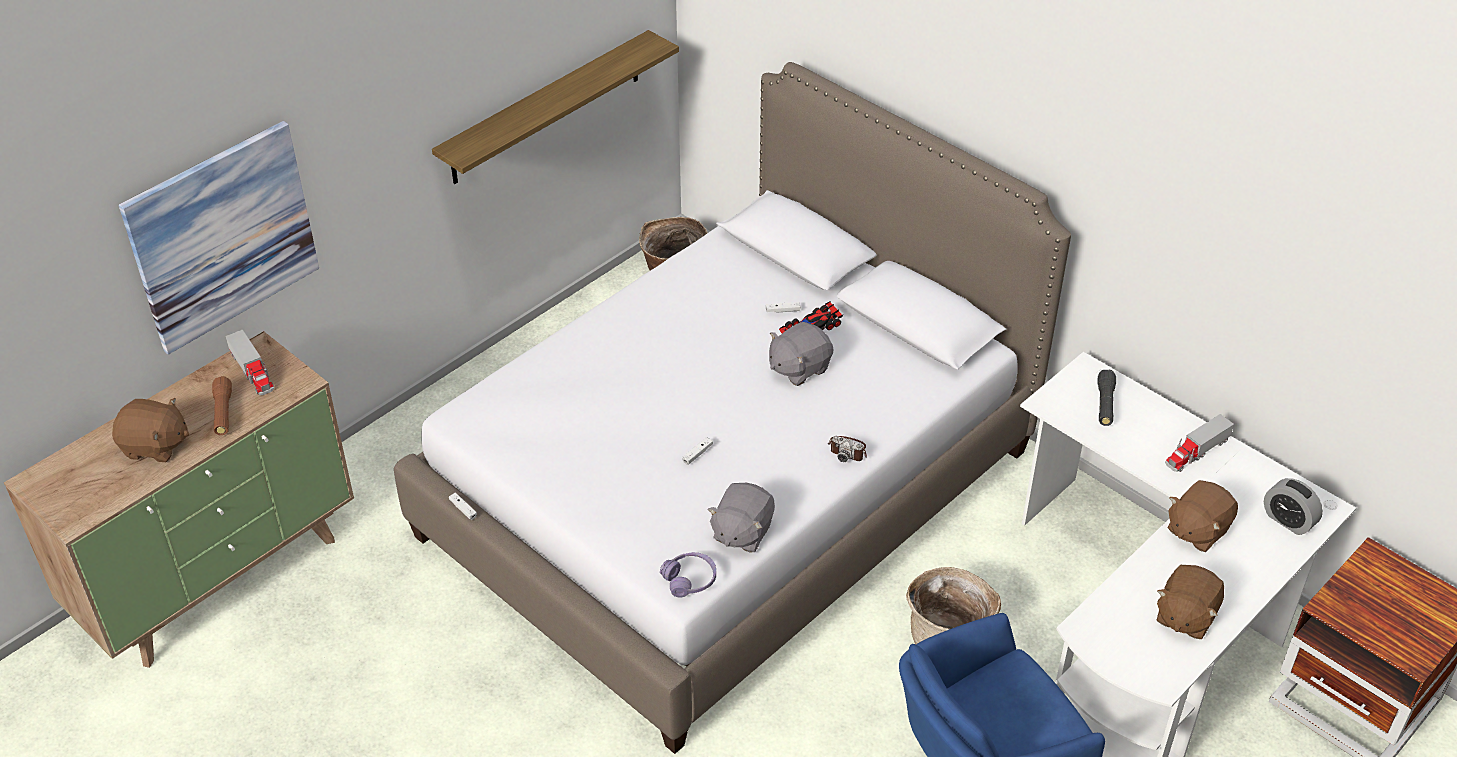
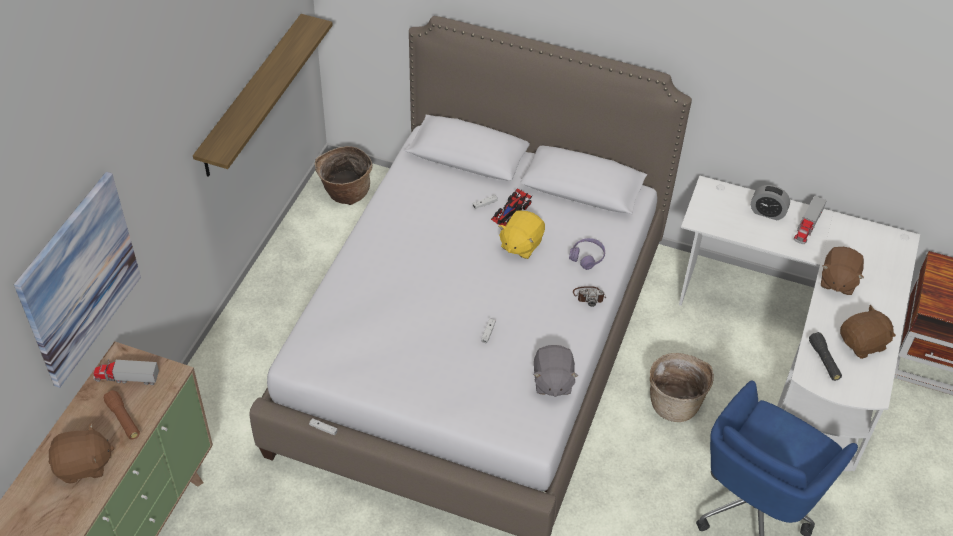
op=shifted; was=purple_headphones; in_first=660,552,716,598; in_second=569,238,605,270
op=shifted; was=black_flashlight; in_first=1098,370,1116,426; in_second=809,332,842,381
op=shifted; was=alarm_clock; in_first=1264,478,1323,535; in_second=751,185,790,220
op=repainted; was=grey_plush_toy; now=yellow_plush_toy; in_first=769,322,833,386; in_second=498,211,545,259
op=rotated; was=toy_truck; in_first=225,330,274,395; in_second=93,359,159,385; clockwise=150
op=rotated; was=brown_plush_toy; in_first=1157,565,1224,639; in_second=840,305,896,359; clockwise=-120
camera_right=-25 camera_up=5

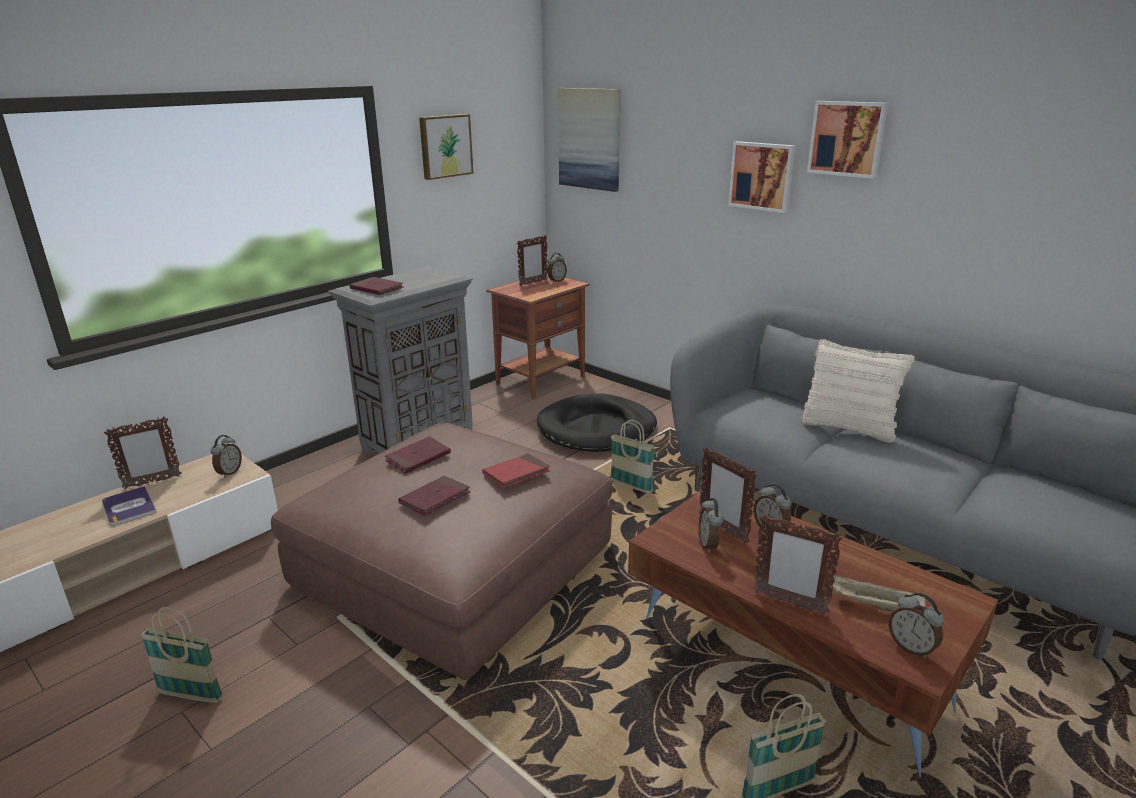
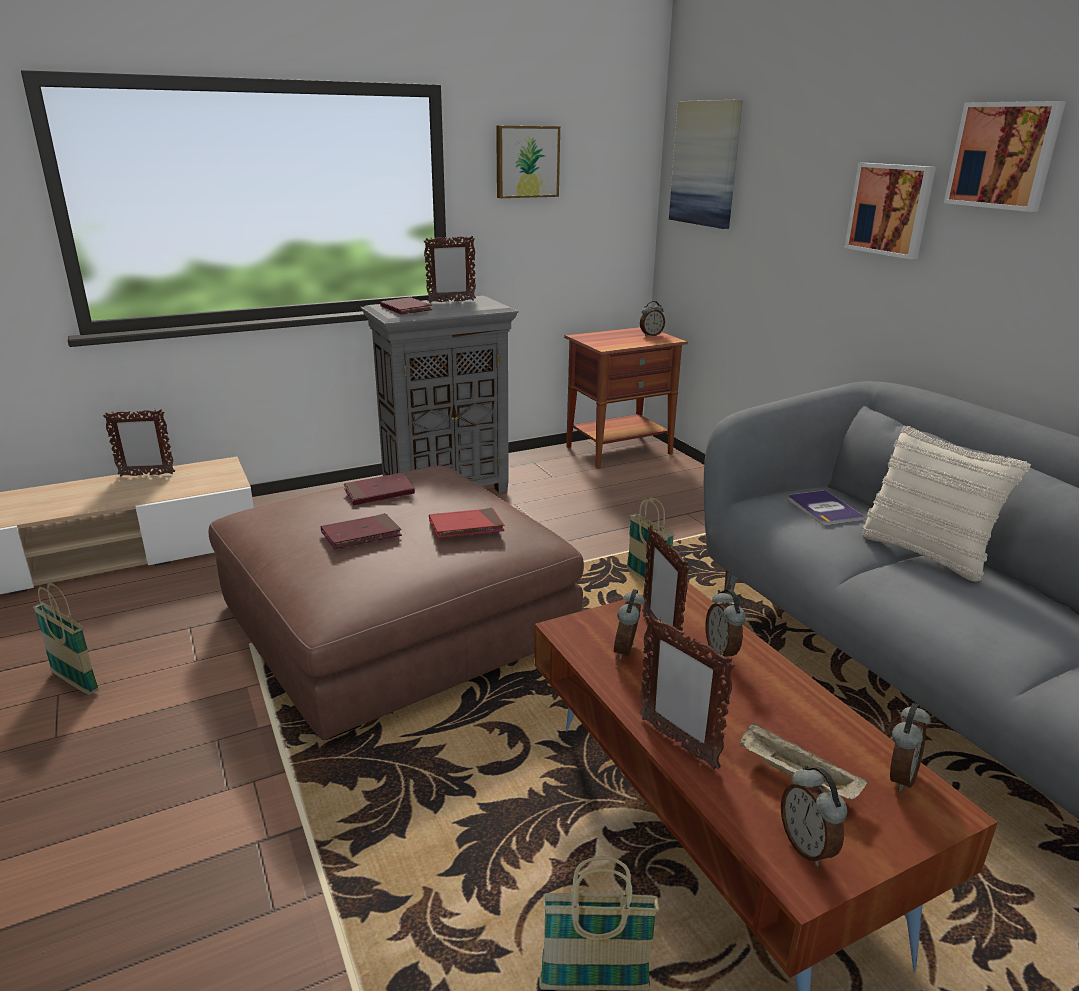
op=gone; was=black_dog_bed; in_first=537,394,657,452
op=shifted; was=book; in_first=102,486,157,526; in_second=788,490,865,525
op=shifted; was=alarm_clock; in_first=211,435,242,478; in_second=890,703,930,791
op=shifted; was=picture_frame; in_first=517,235,548,286; in_second=423,235,476,303
camera_right=20 camera_up=0

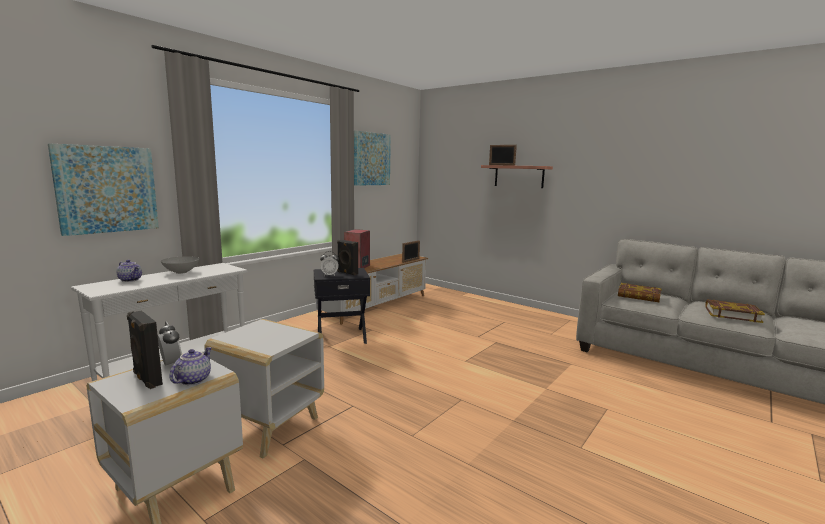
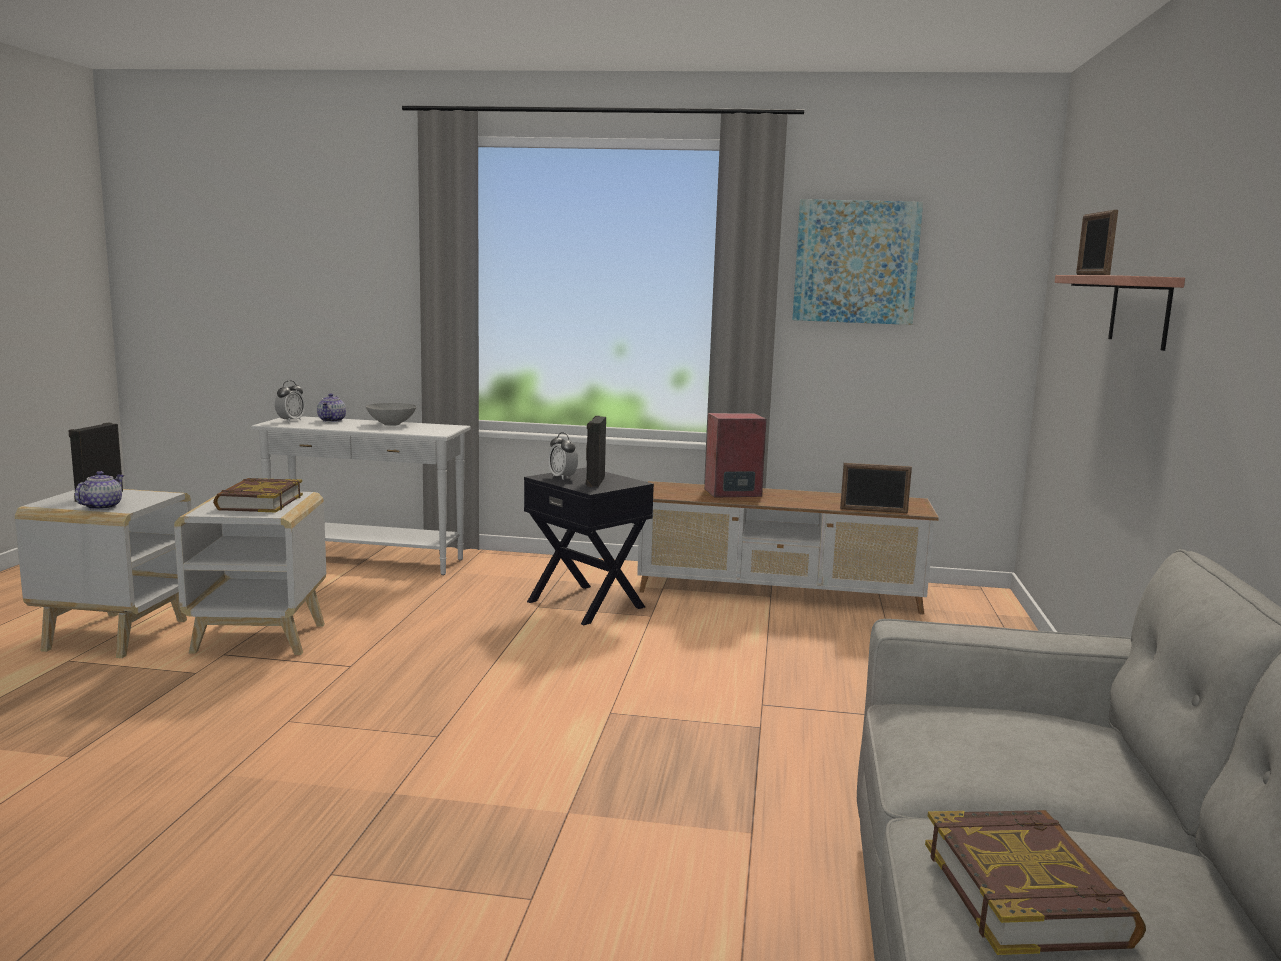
op=gone; was=picture; in_first=48,143,159,236
op=shifted; was=alarm_clock; in_first=158,322,182,366; in_second=275,380,305,422
op=shifted; was=book; in_first=618,283,662,302; in_second=213,478,303,512
op=rotated; was=teapot; in_first=169,347,212,385; in_second=75,471,124,510; clockwise=-60
camera_right=60 camera_up=0

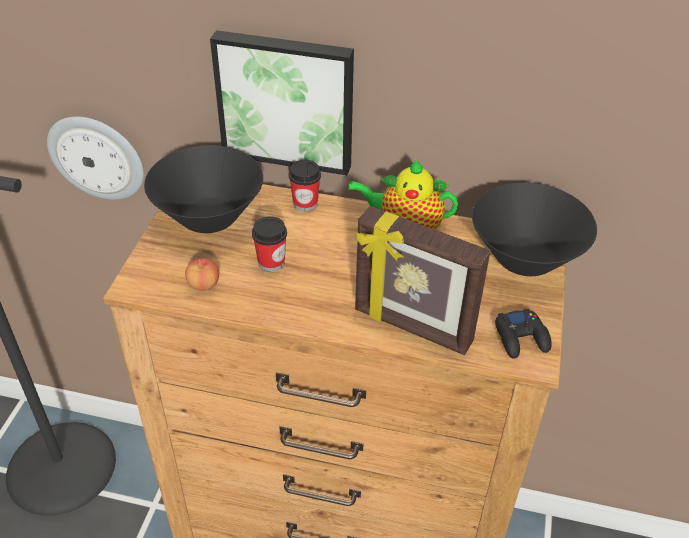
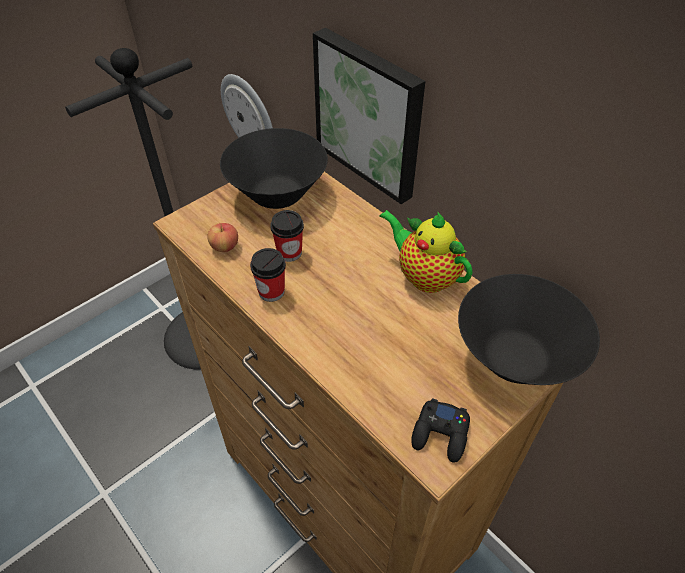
op=gone; was=picture_frame; in_first=355,206,490,355
op=shifted; was=cup; in_first=289,160,321,212; in_second=250,248,286,302
camera_right=35 camera_up=5

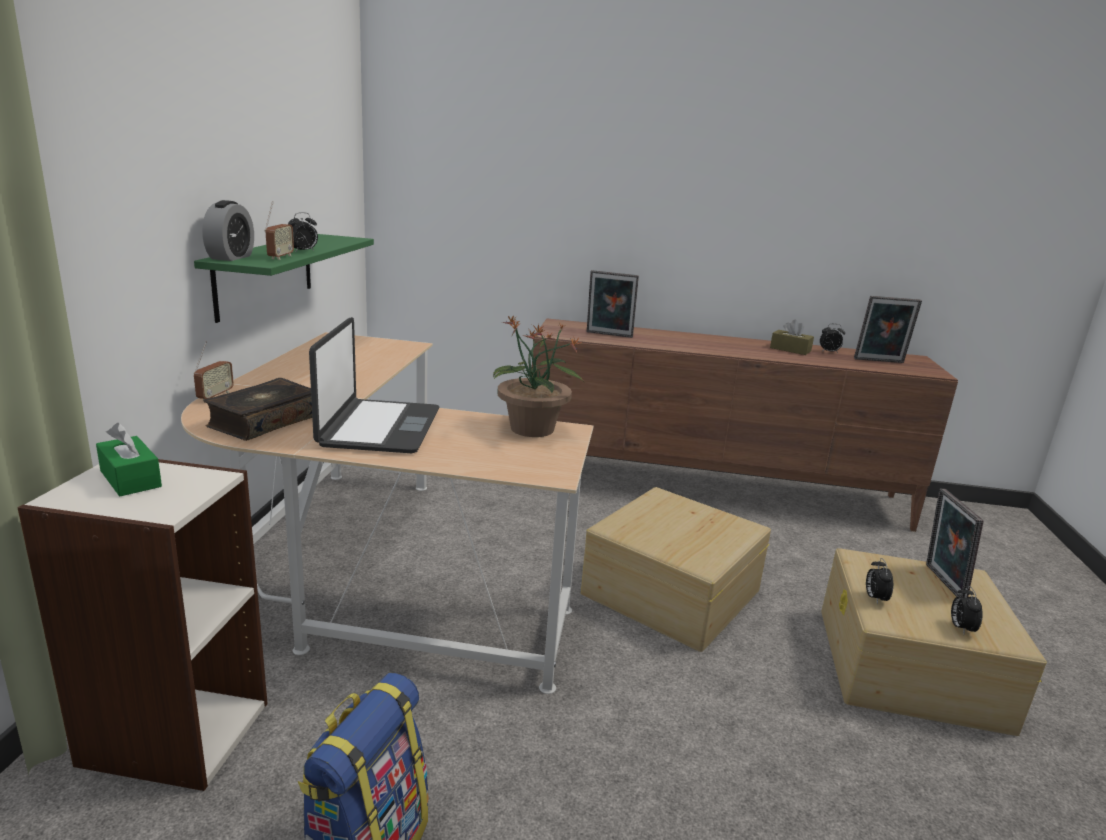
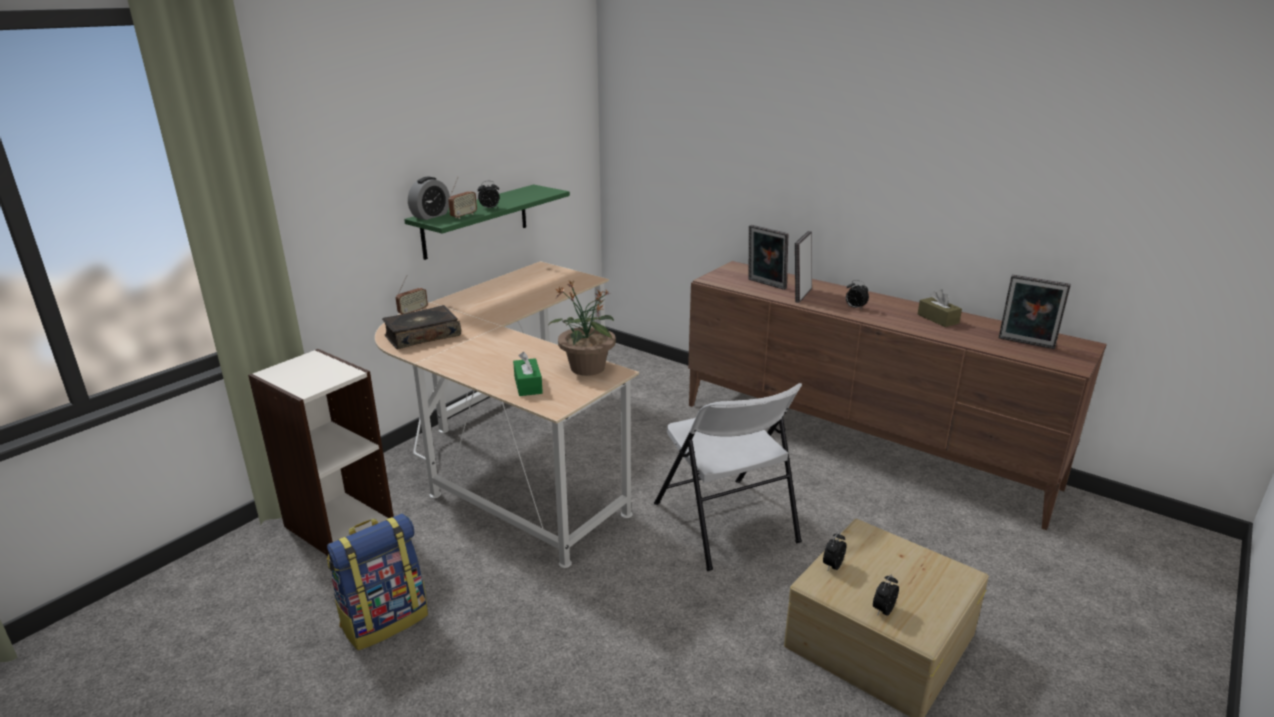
op=gone; was=laptop; in_first=309,317,439,453
op=shifted; was=green_tissue_box; in_first=96,423,162,496; in_second=513,352,543,396
op=shifted; was=alarm_clock; in_first=820,324,845,353; in_second=846,280,869,310
op=shifted; was=picture_frame; in_first=926,489,984,598; in_second=795,231,812,303
op=swapped; was=beige_storage_box; now=white_chair; in_first=581,487,771,652; in_second=654,383,802,571
camera_right=30 camera_up=5

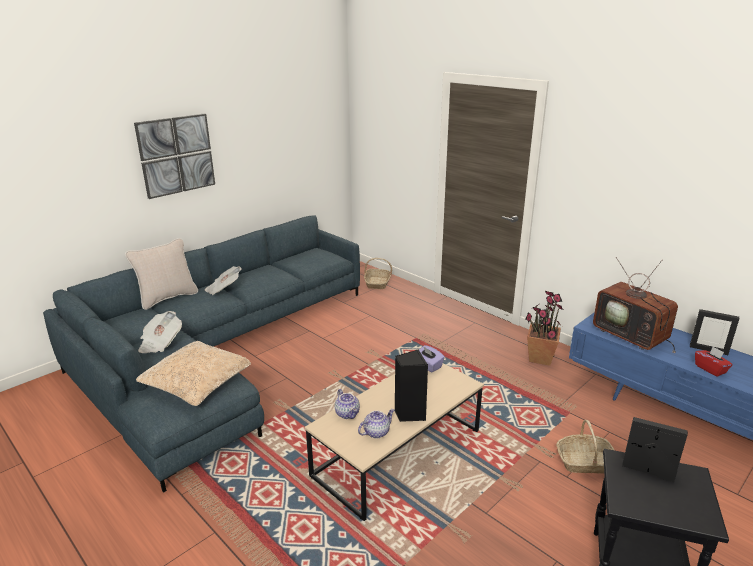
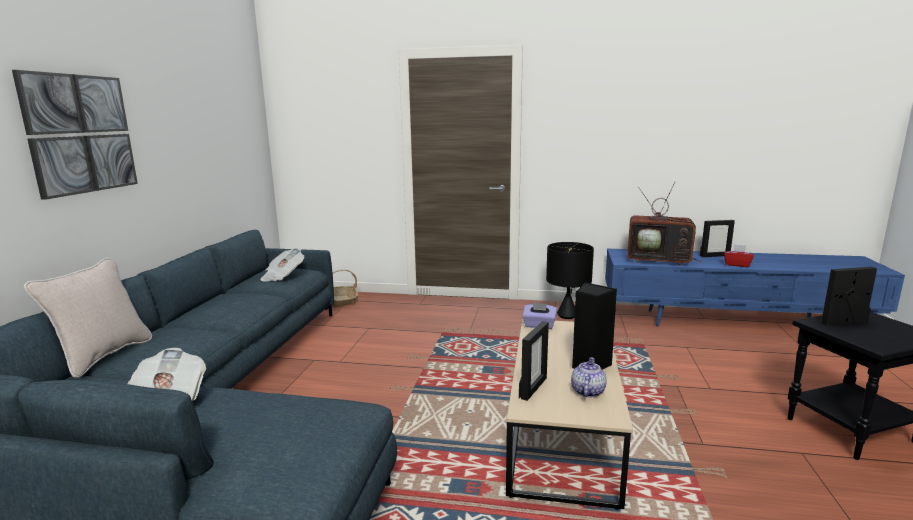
op=gone; was=beige_pillow; in_first=136,341,251,406
op=gone; was=basket; in_first=556,420,614,474
op=shifted; was=newspaper; in_first=205,266,242,295; in_second=260,248,304,282
op=swapped; was=teapot; now=picture_frame; in_first=335,389,360,419; in_second=519,321,549,401
op=swapped; was=potted_plant; now=black_table_lamp; in_first=525,291,563,366; in_second=546,242,594,319
camera_right=-35 camera_up=-10

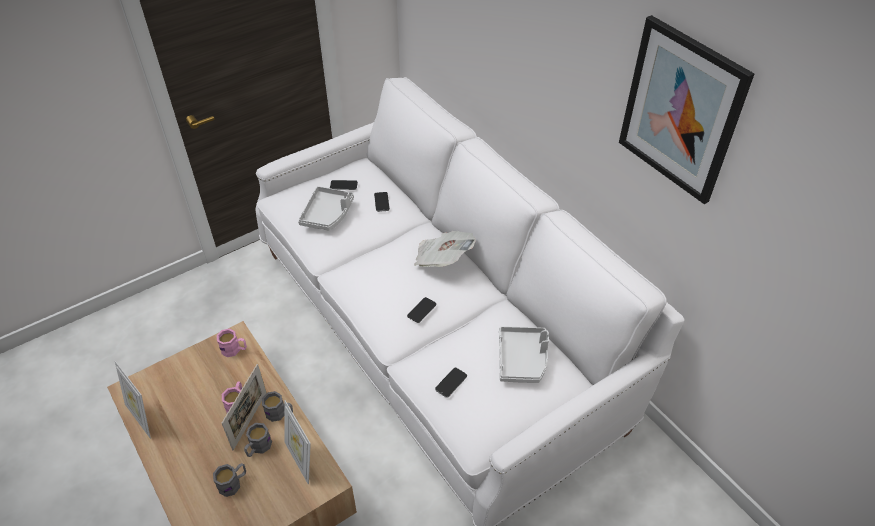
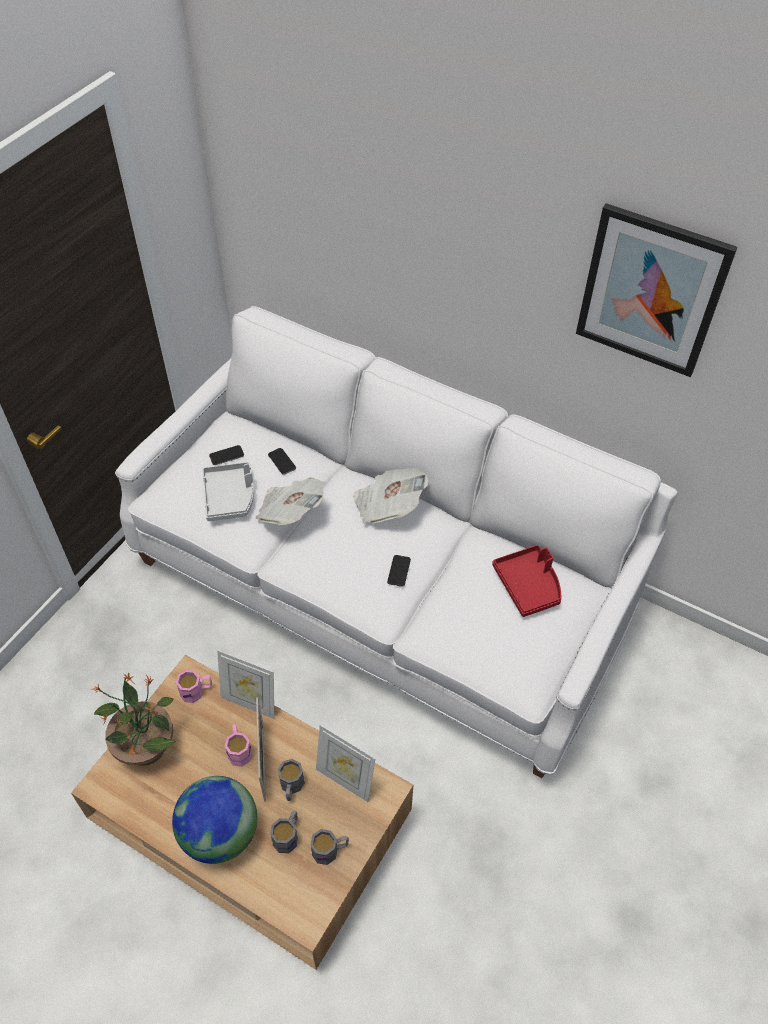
op=gone; was=phone; in_first=435,368,467,398
op=new; now=potted_plant; in_second=90,673,176,766
op=new; now=globe; in_second=172,776,257,864
op=new; now=newspaper; in_second=255,477,326,525
op=shifted; was=picture_frame; in_first=115,361,151,438; in_second=217,650,274,719
op=shifted; was=grey_mug; in_first=262,391,293,422; in_second=310,829,349,865
op=repainted; was=grey_tray; now=red_tray; in_first=499,326,549,383; in_second=492,545,561,617
camera_right=-25 camera_up=5

